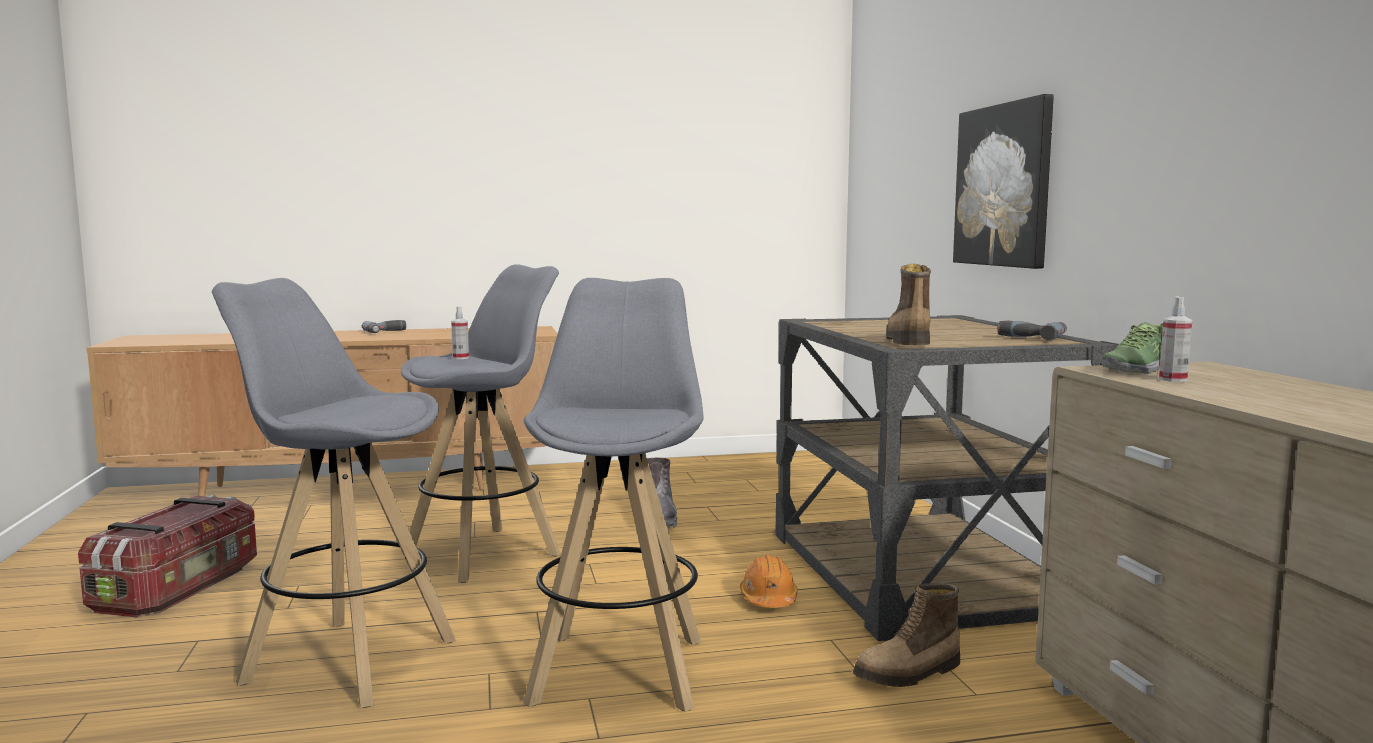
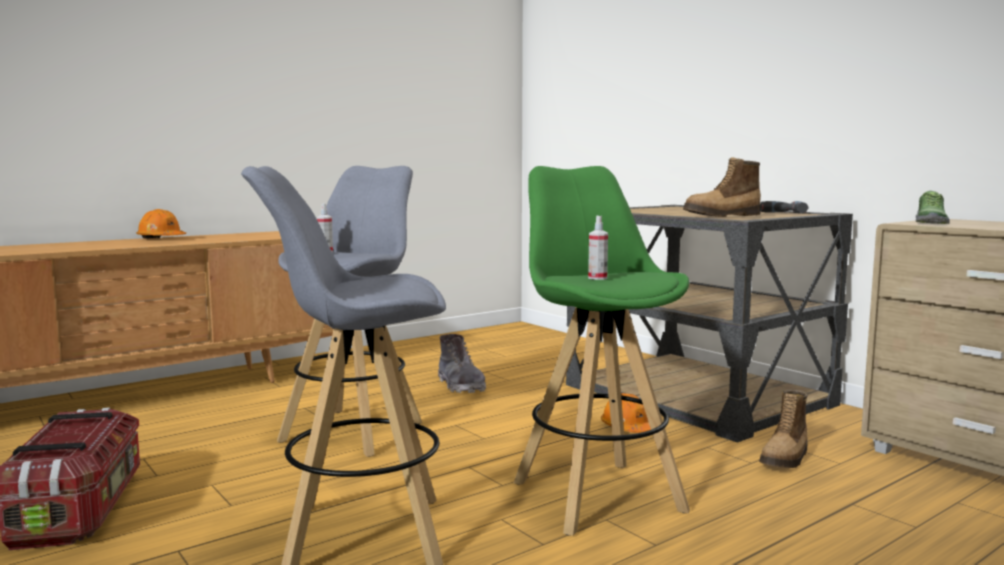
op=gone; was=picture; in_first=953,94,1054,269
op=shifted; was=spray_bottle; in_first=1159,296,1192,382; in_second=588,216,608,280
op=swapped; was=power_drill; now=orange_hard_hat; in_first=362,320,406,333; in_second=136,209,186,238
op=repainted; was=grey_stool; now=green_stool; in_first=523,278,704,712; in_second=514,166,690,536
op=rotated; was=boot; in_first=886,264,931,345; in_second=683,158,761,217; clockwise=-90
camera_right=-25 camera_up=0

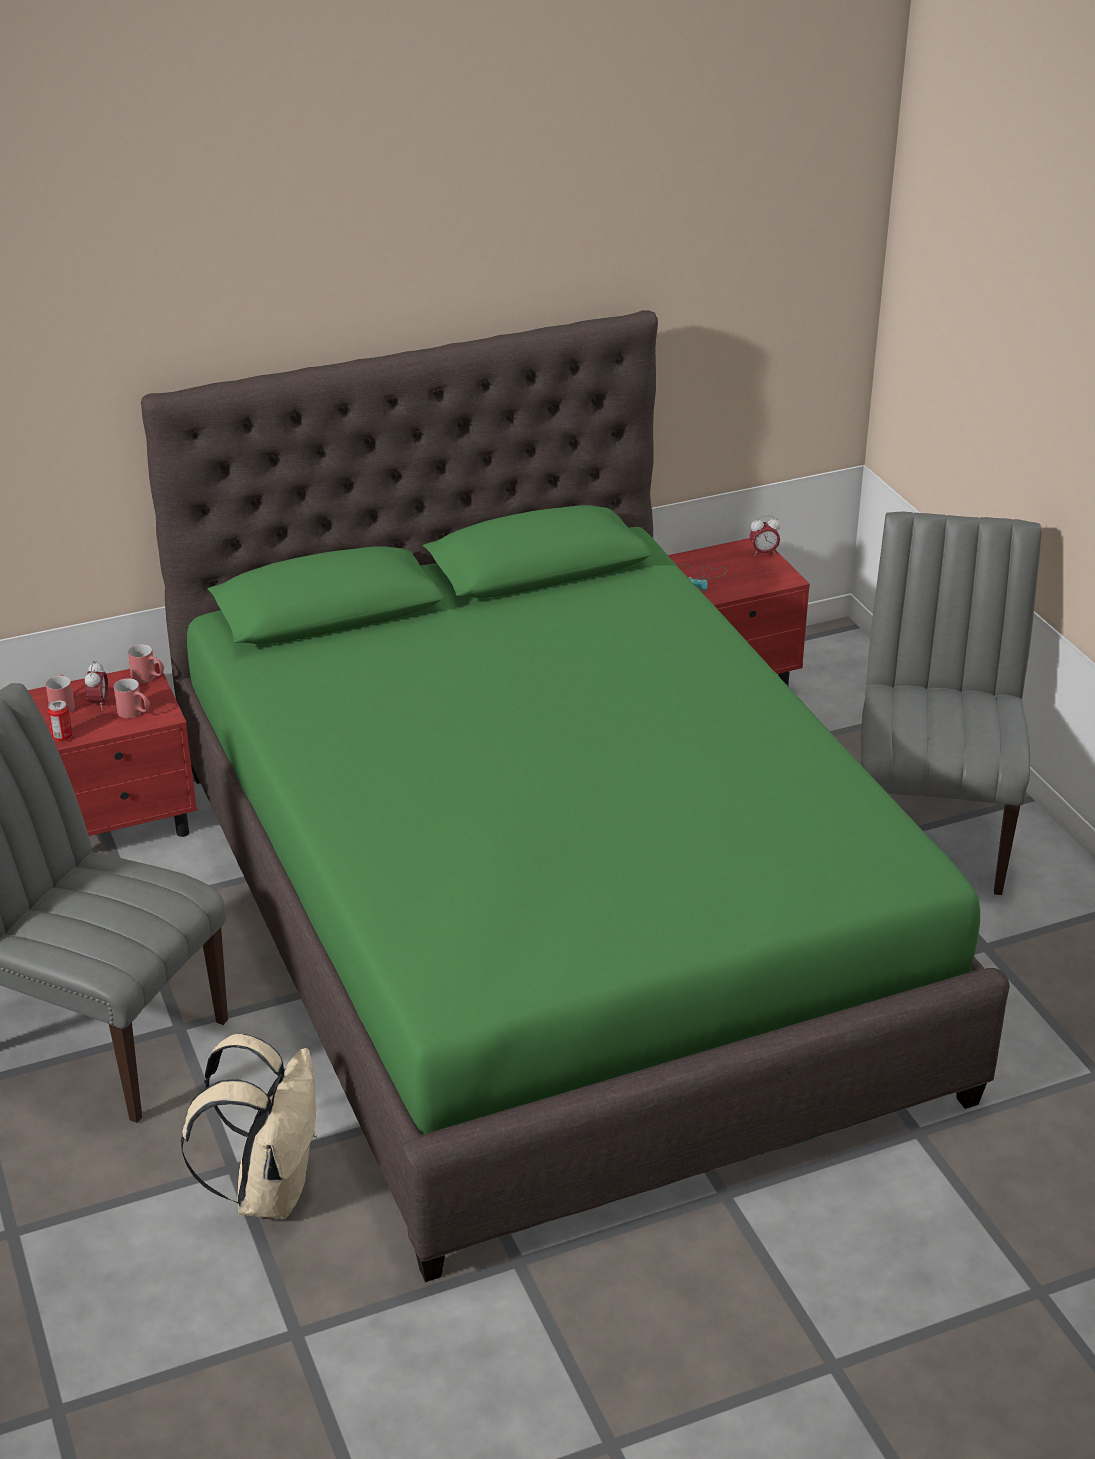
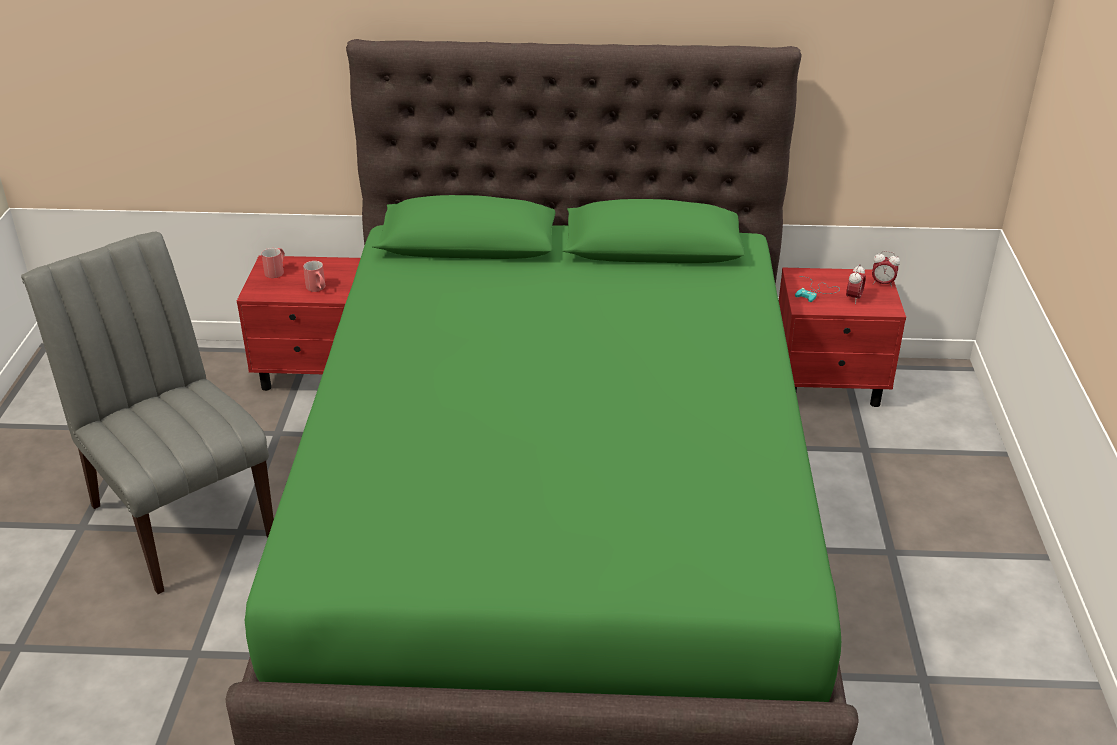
op=gone; was=can; in_first=47,700,73,741
op=gone; was=red_mug; in_first=128,644,164,683
op=gone; was=beige_backpack; in_first=181,1034,317,1219
op=gone; was=grey_chair; in_first=861,511,1042,895
op=shifted; was=alarm_clock; in_first=85,661,108,710; in_second=846,264,866,304
camera_right=25 camera_up=0

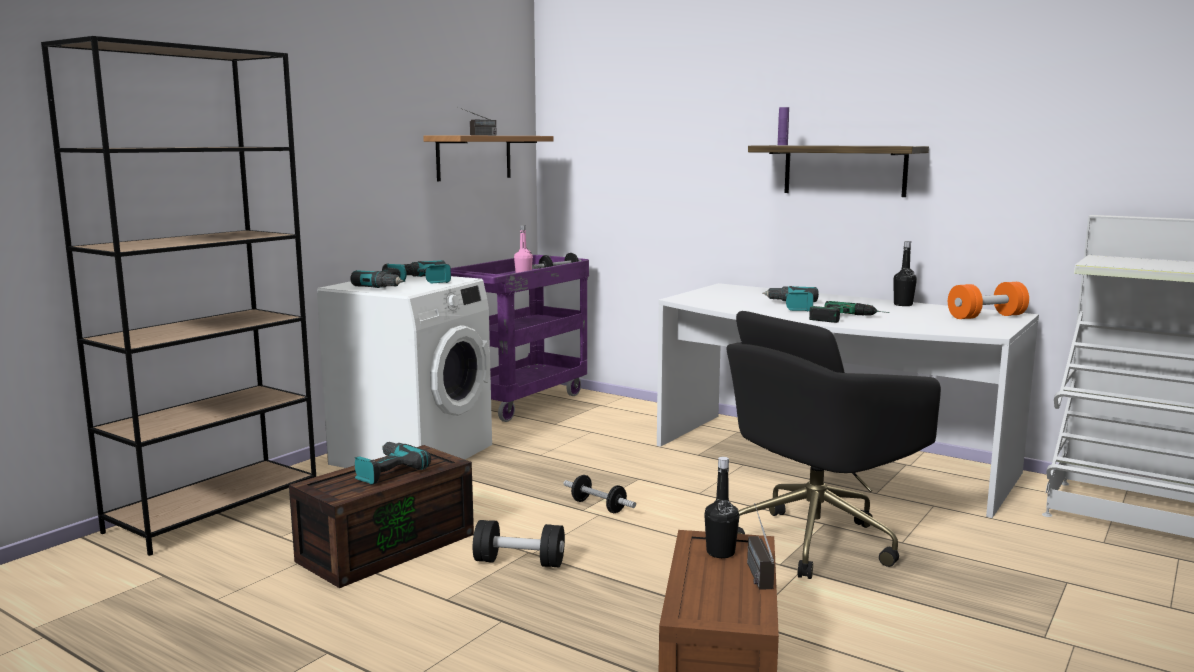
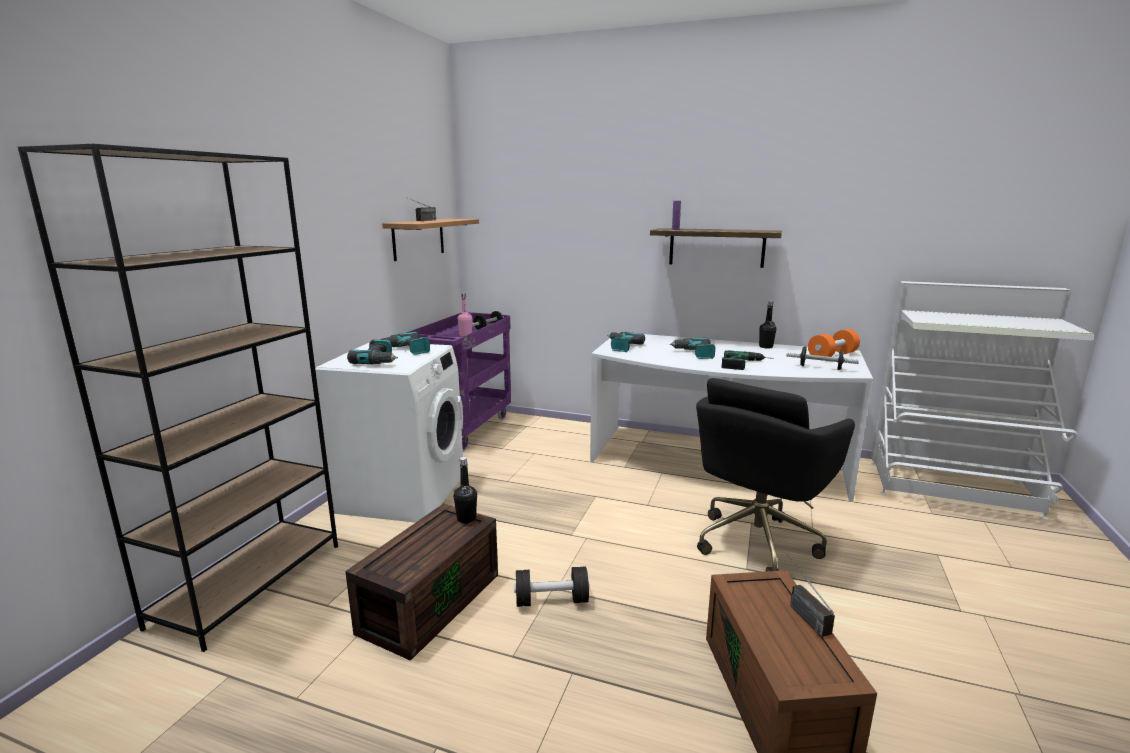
op=shifted; was=power_drill; in_first=355,442,431,485; in_second=607,332,645,352
op=shifted; was=dumbbell; in_first=564,475,636,513; in_second=786,346,859,370
op=shifted; was=black_bottle; in_first=704,457,740,558; in_second=454,457,477,524
camera_right=-15 camera_up=5

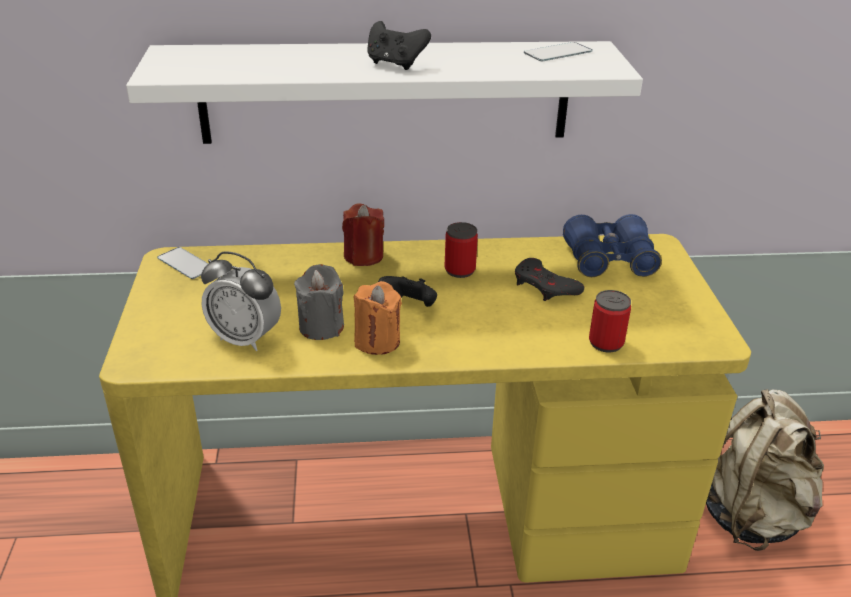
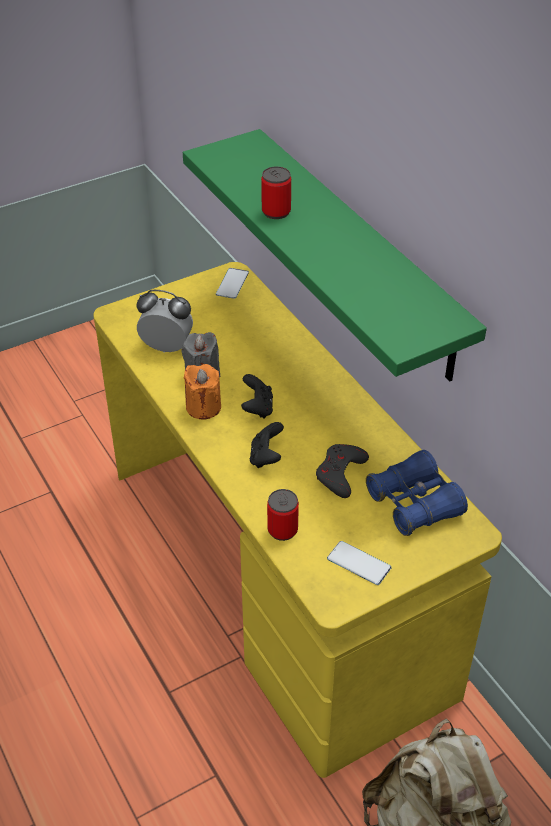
op=gone; was=red_candle; in_first=342,204,384,266
op=shifted; was=black_game_controller; in_first=367,21,431,70; in_second=250,422,284,468
op=shifted; was=can; in_first=444,222,478,278; in_second=261,166,291,219
op=shifted; was=phone; in_first=524,42,593,61; in_second=327,541,392,585
op=repainted; was=white_shelf; now=green_shelf; in_first=126,41,643,144; in_second=183,129,487,382
op=rotated; was=alarm_clock; in_first=201,251,281,351; in_second=136,290,193,353; clockwise=105
camera_right=65 camera_up=10

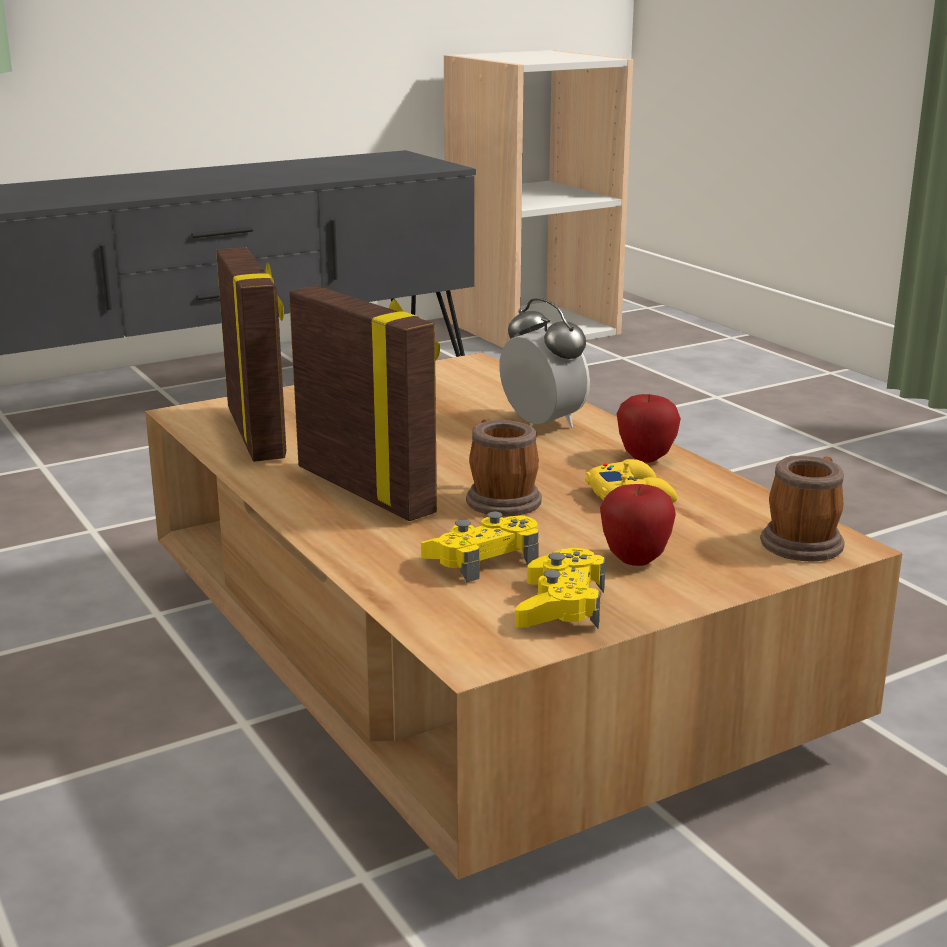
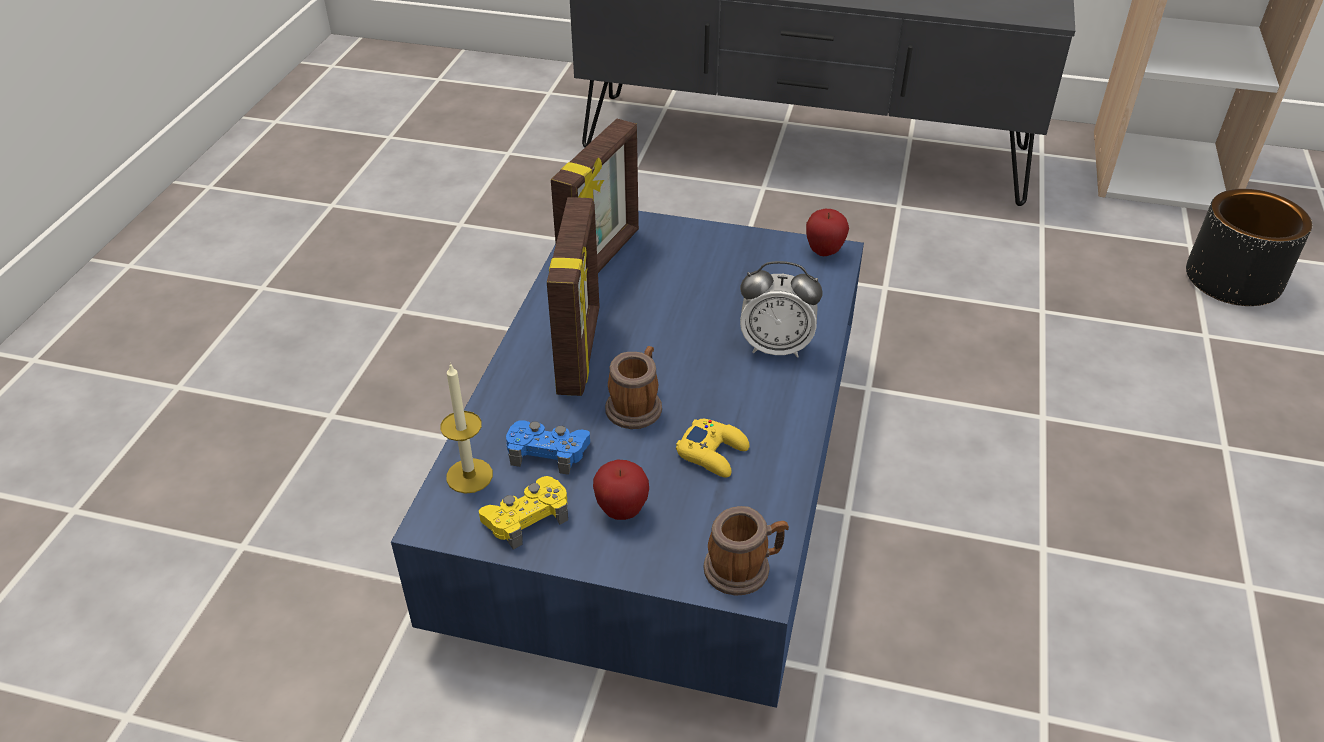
op=new; now=candle; in_second=440,363,493,494
op=new; now=black_planter; in_second=1186,189,1312,306
op=shifted; was=apple; in_first=617,394,681,463; in_second=806,209,849,256
op=repainted; was=brown_coffee_table; now=blue_coffee_table; in_first=145,352,903,880; in_second=391,211,864,708
op=repainted; was=yellow_game_controller; now=blue_game_controller; in_first=421,512,539,582; in_second=506,420,590,475
op=rotated; was=alarm_clock; in_first=499,298,590,428; in_second=740,261,823,358; clockwise=90
camera_right=45 camera_up=20

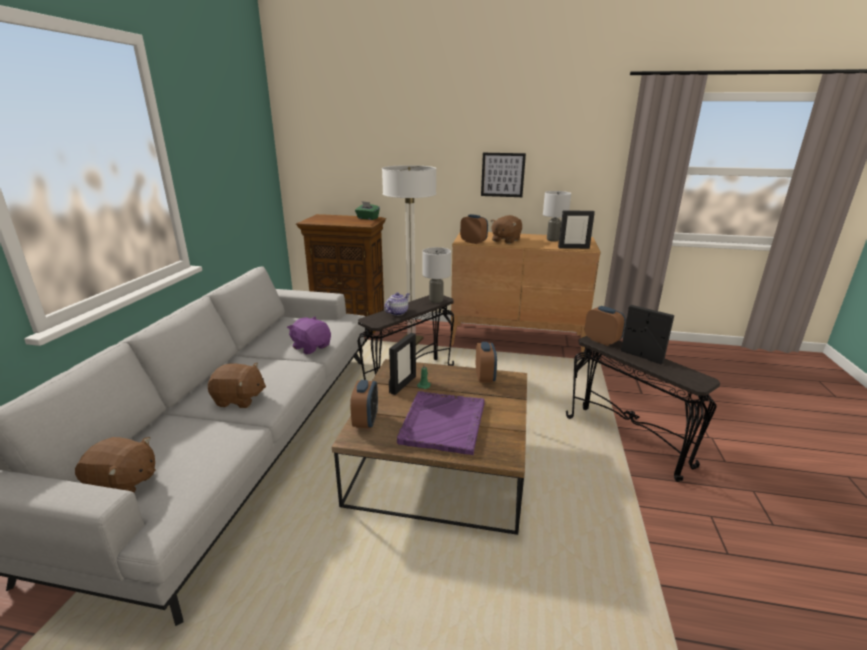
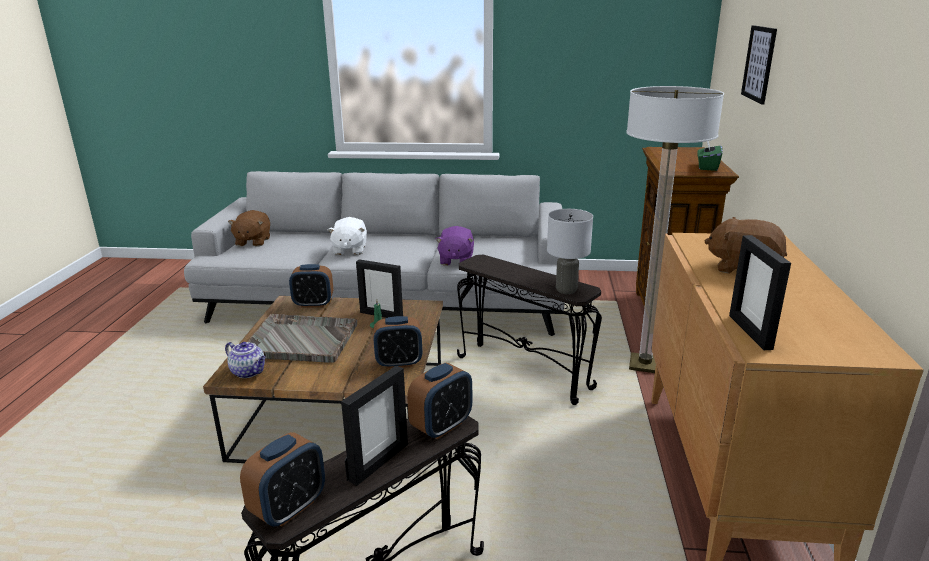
op=gone; was=white_table_lamp; in_first=543,191,571,242
op=shifted; was=teapot; in_first=384,293,409,316; in_second=225,342,266,378
op=shifted; was=alarm_clock; in_first=460,214,488,244; in_second=240,432,325,527
op=shifted; was=picture; in_first=481,153,526,197; in_second=741,25,777,105
op=repainted; was=brown_plush_toy; now=white_plush_toy; in_first=208,363,266,408; in_second=328,217,367,255
op=repainted; was=purple_tray; now=grey_tray; in_first=397,391,485,455; in_second=248,314,357,363
op=rotated; was=purple_plush_toy; in_first=287,316,331,354; in_second=435,226,474,266; clockwise=150
camera_right=85 camera_up=0

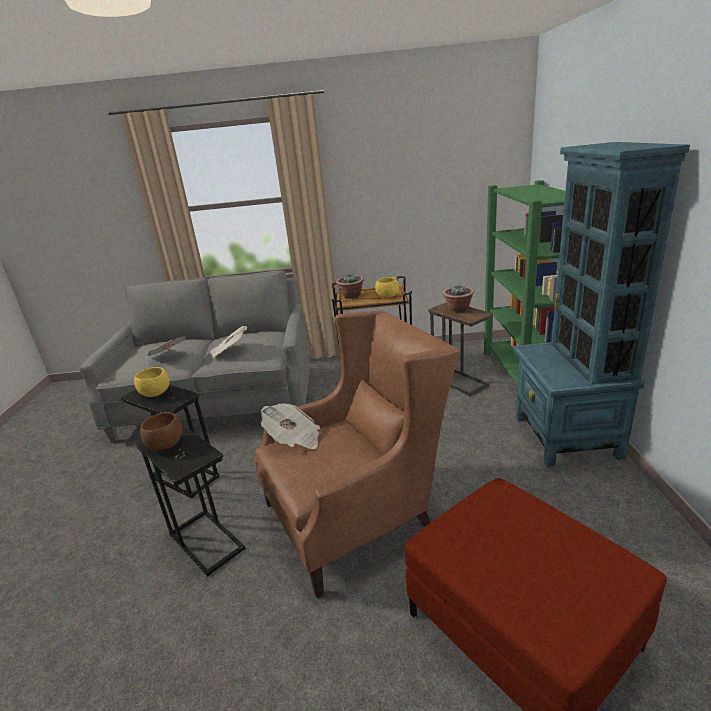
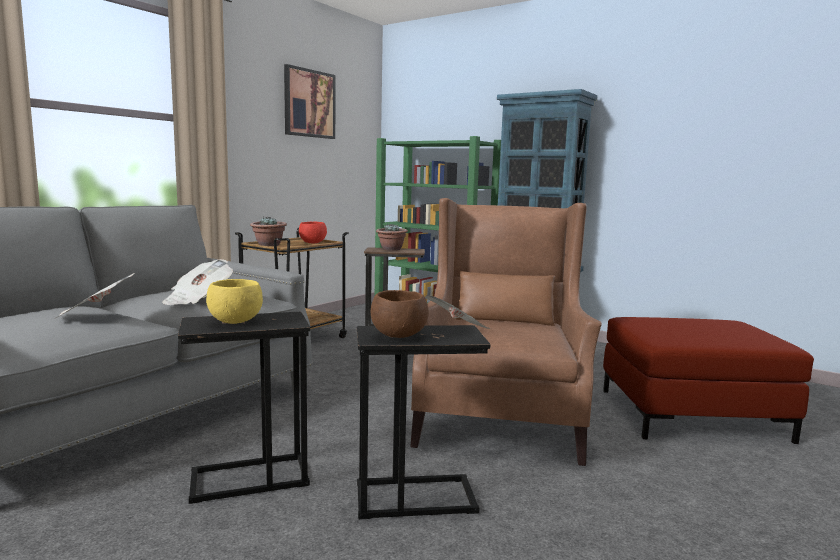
op=new; now=picture; in_second=284,64,335,139
op=repainted; was=yellow_bowl; now=red_bowl; in_first=375,277,399,298; in_second=299,222,327,243
camera_right=-55 camera_up=-15

